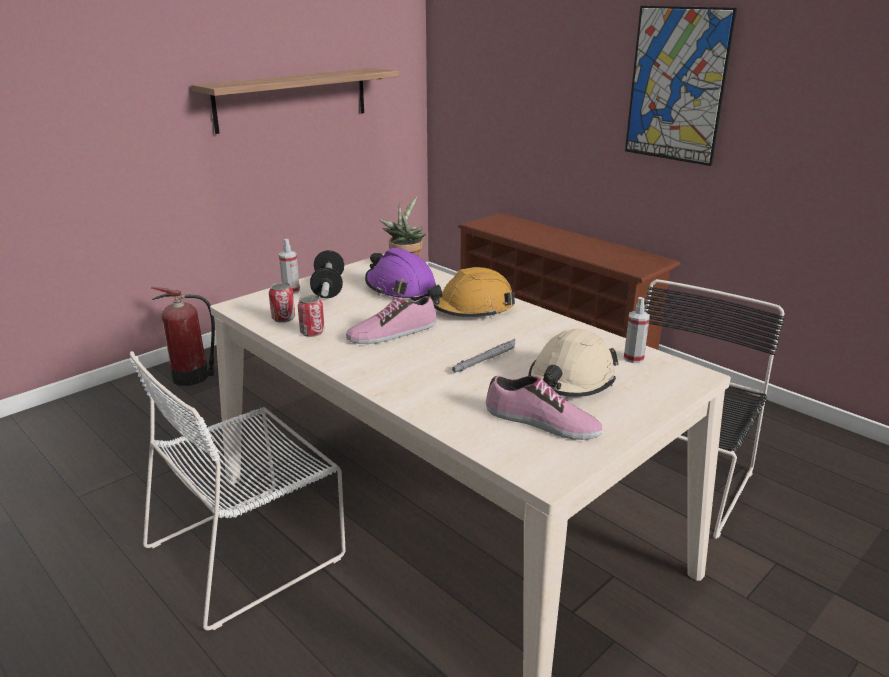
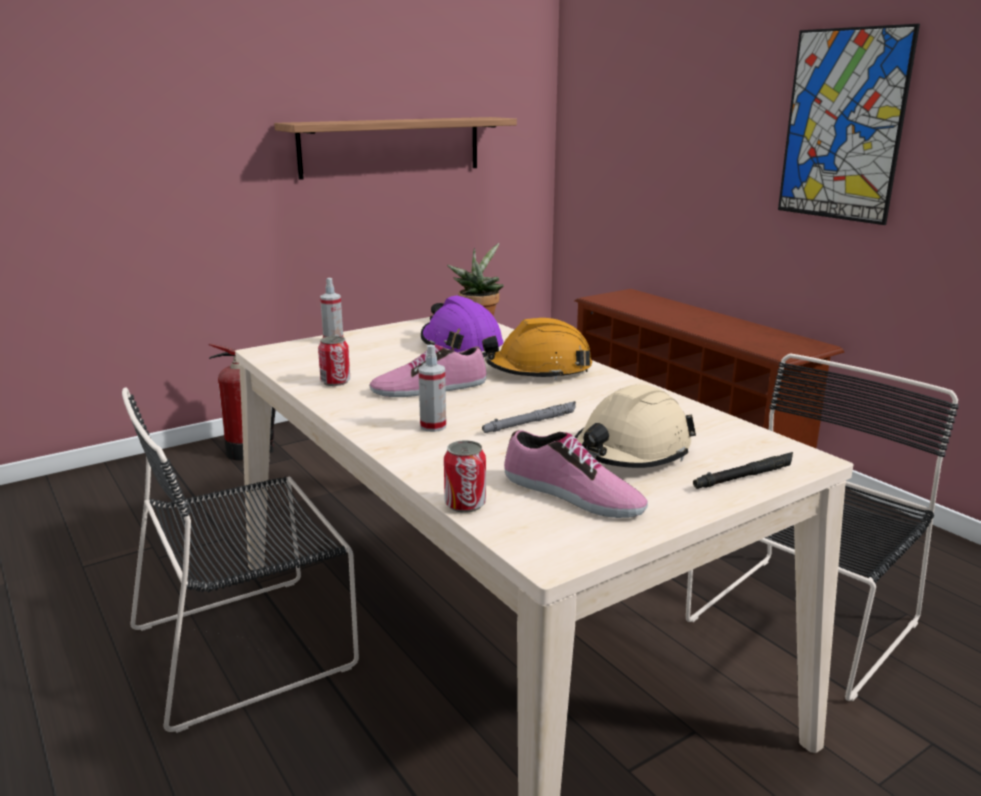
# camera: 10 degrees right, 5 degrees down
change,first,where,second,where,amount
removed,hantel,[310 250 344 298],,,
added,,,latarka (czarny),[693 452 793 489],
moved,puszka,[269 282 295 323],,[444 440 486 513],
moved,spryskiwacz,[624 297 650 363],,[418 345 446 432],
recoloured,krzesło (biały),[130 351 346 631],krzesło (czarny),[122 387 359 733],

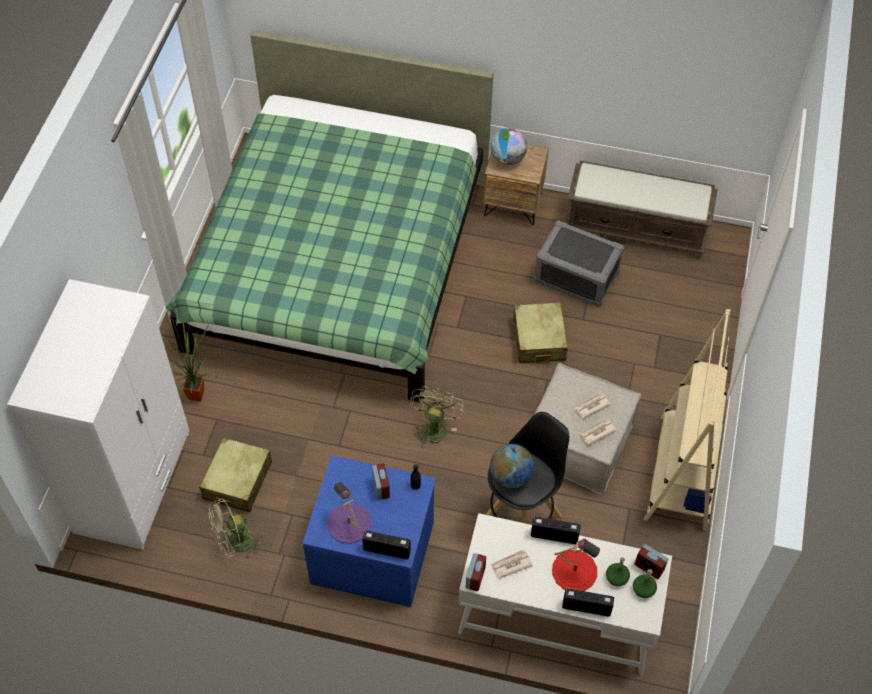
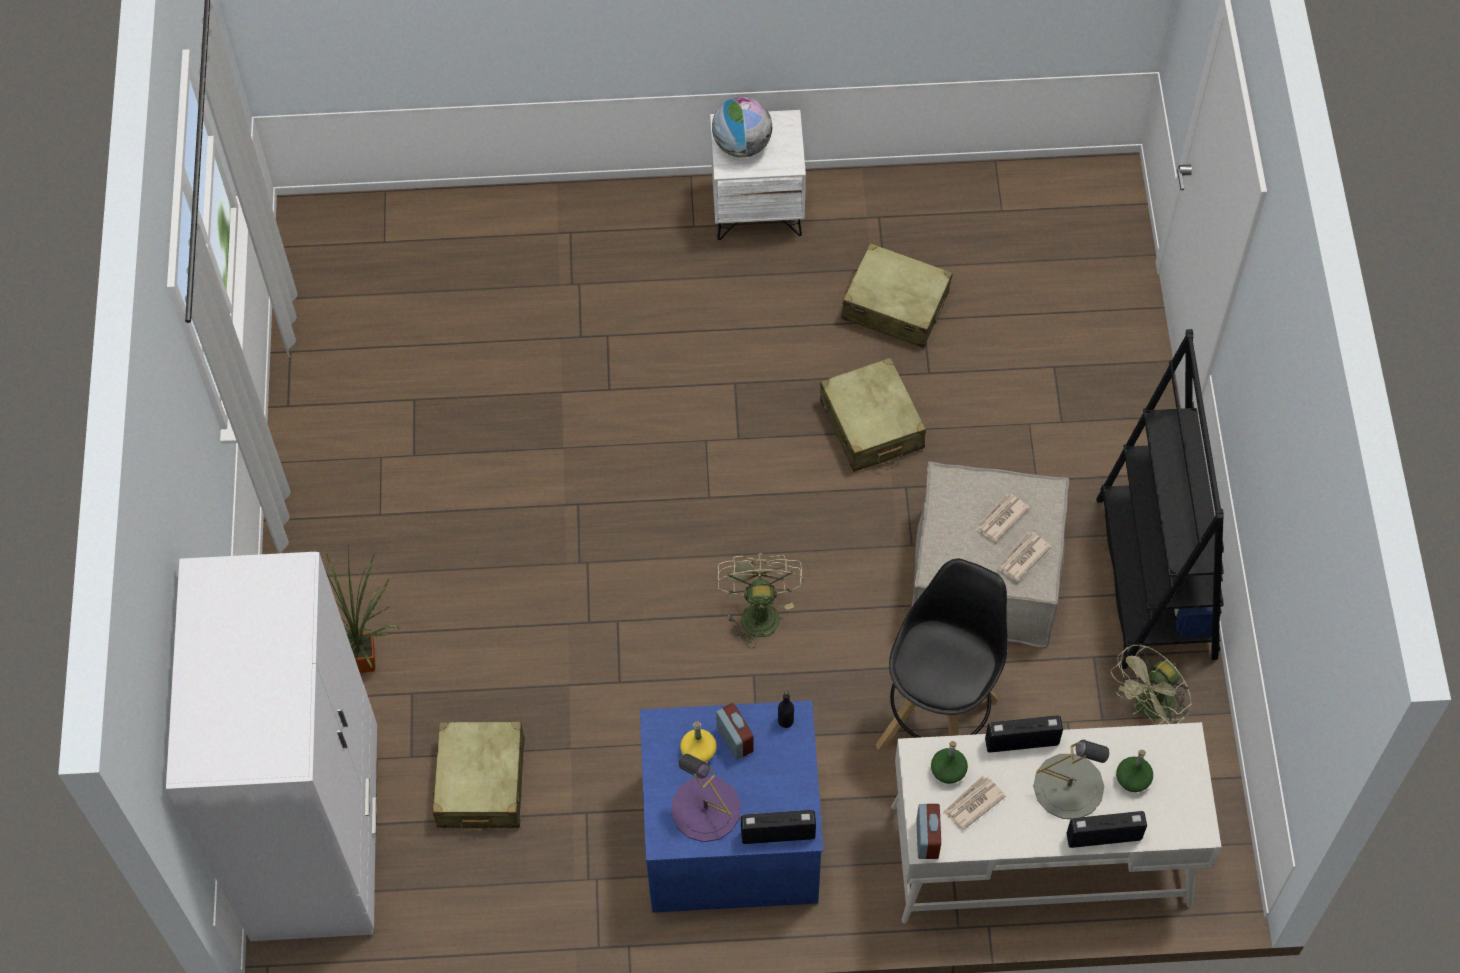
# camera: 15 degrees left, 5 degrees up
change,first,where,second,where,amount
removed,łóżko (zielony),[165 30 493 402],,,
removed,globus,[490 444 534 488],,,
removed,ławka (brązowy),[565 160 718 258],,,
removed,budzik,[635 544 668 579],,,
added,,,butelka (żółty),[680 721 716 762],
moved,wentylator (zielony),[209 499 263 560],,[1111 644 1192 725],
moved,butelka (zielony),[633 569 657 598],,[931 741 968 784],
replaced,pojemnik do przechowywania (szary),[534 220 624 307],walizka (beżowy),[841 243 953 348],
recoloured,szafka nocna (brązowy),[483 144 549 225],szafka nocna (biały),[710 110 806 240],
recoloured,lampa stołowa (czerwony),[552 539 600 591],lampa stołowa (szary),[1033 739 1109 819],
recoloured,regał (beżowy),[644 309 730 531],regał (czarny),[1096 329 1224 669],

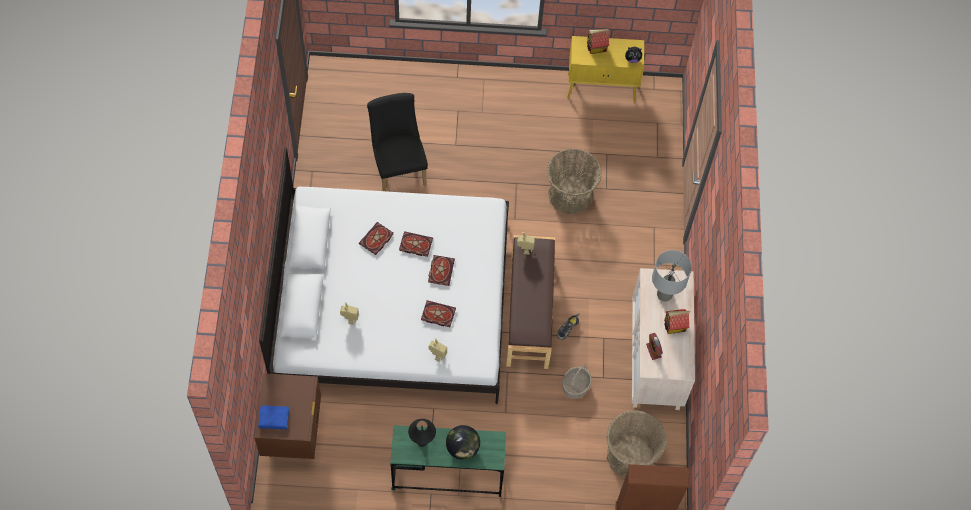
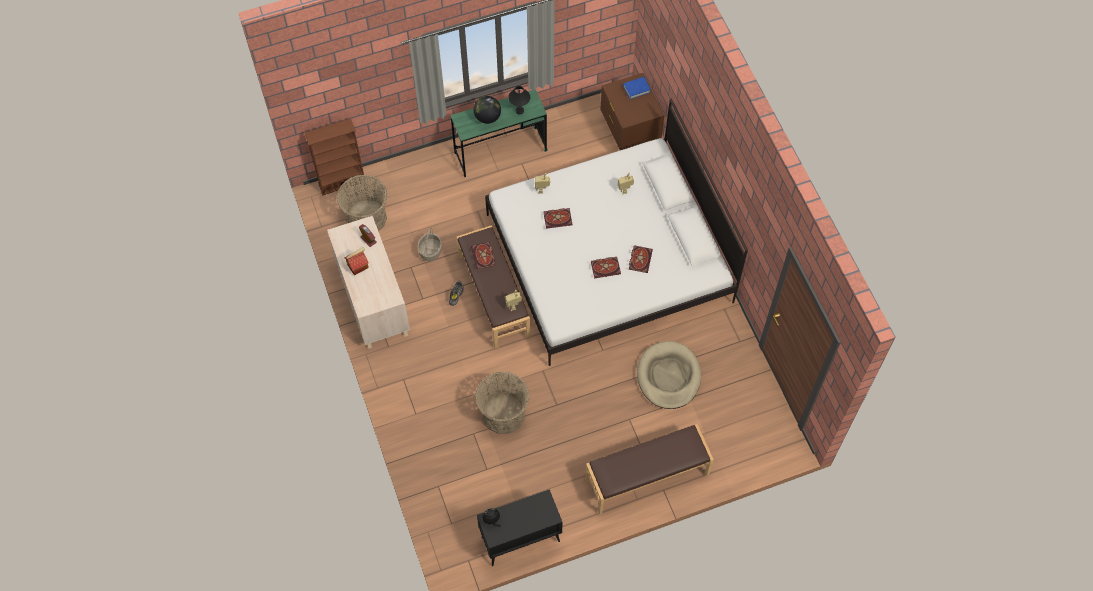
# camera: 160 degrees right, 0 degrees up
change,first,where,second,where,amount
removed,domek,[587 29 609 54],,,
removed,lampa stołowa (szary),[652 250 692 302],,,
added,,,ławka (brązowy),[585 424 714 514],
moved,książka,[428 255 455 286],,[471 242 495 269],
replaced,krzesło (czarny),[367 93 428 191],legowisko (beżowy),[637 341 701 409],
recoloured,szafka (żółty),[567 36 644 102],szafka (czarny),[477 489 563 566],

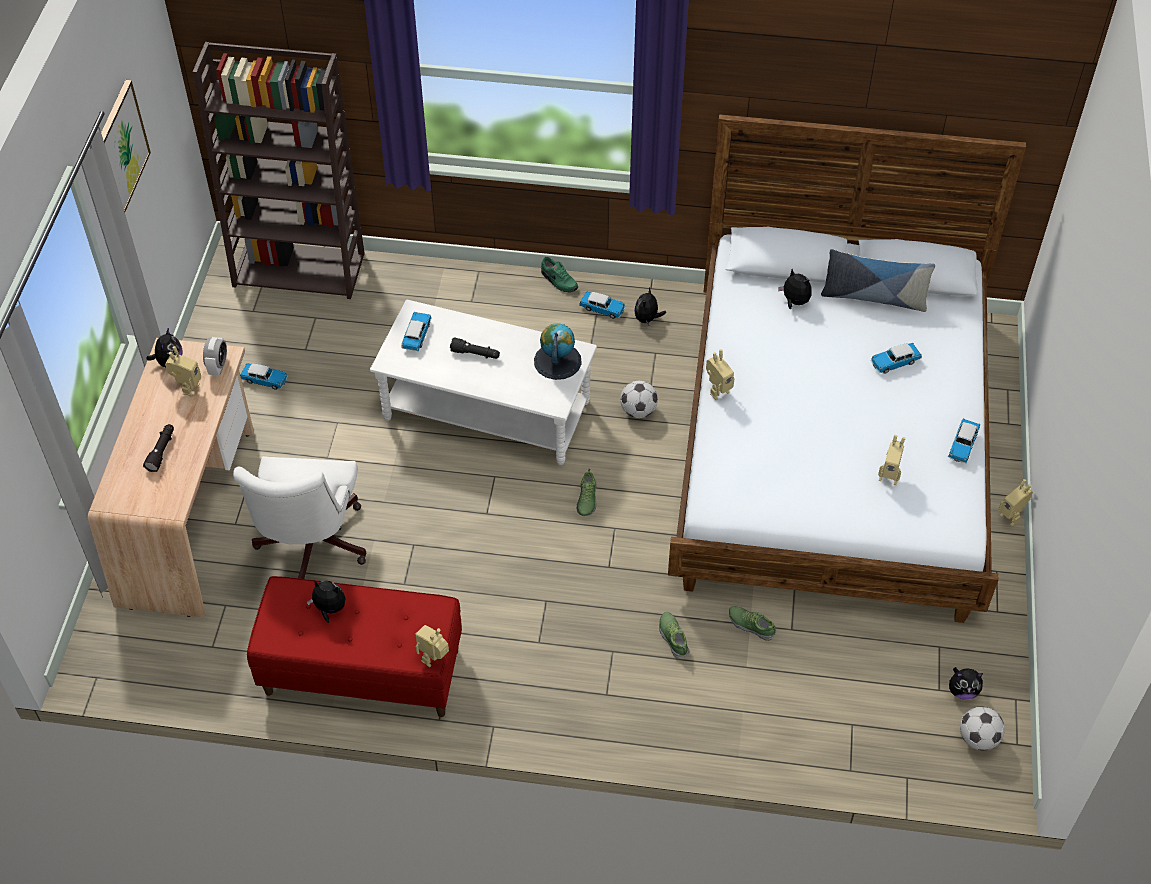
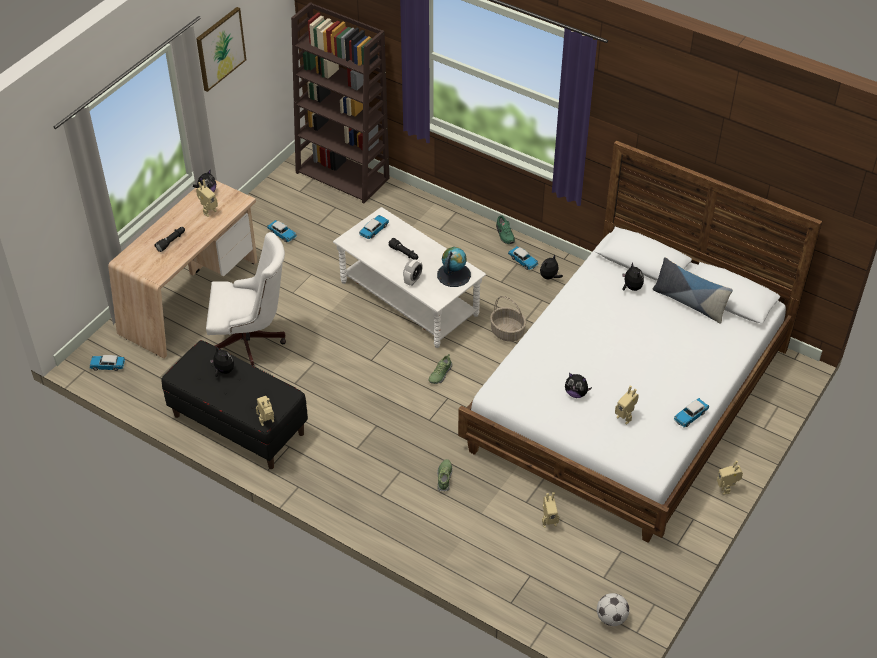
# camera: 25 degrees right, 5 degrees down
change,first,where,second,where,amount
removed,but,[729 606 776 641],,,
moved,budzik,[203 337 227 376],,[403 259 423 286],
moved,robot zabawkowy,[706 349 734 400],,[542 492 559 528],
moved,samochodzik,[871 343 922 374],,[90 355 125 371],
moved,pluszak,[949 667 983 700],,[565 373 592 398],
replaced,piłka futbolowa,[620 381 658 418],koszyk,[490 296 526 342],
recoloured,ławka (czerwony),[247 576 462 717],ławka (czarny),[162 340 308 469],
turned,krzesło biurowe (biały),[233 456 367 579],,[206 232 286 366],120 degrees counterclockwise

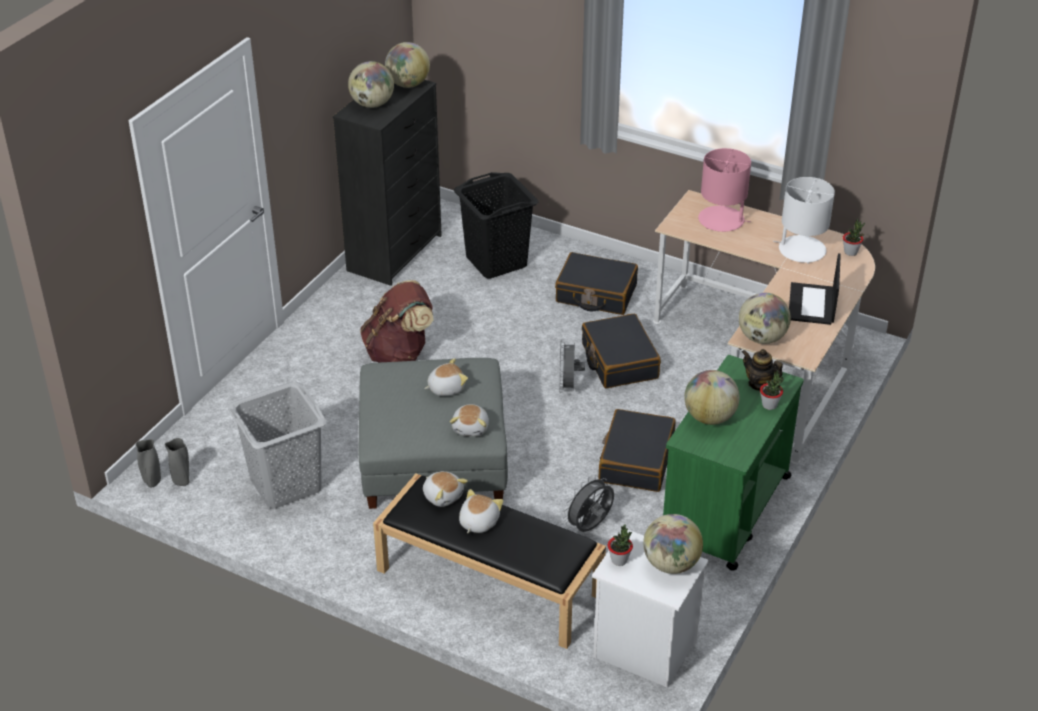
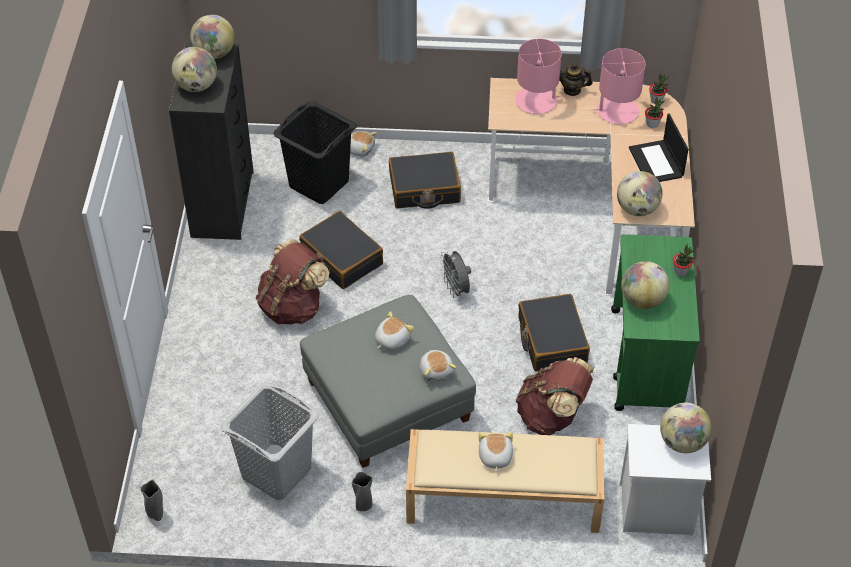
# camera: 25 degrees left, 10 degrees up
change,first,where,second,where,amount
moved,wazon (szary),[164 438 190 486],,[352 472 373 511],
moved,pluszak,[423 471 468 507],,[350 131 377 157],
moved,walizka (czarny),[582 313 661 388],,[299 211 383 289],
moved,roślina doniczkowa,[608 524 633 566],,[645 97 665 128],
moved,imbryk,[742 349 783 391],,[559 63 592 96],
replaced,wentylator (szary),[563 475 614 532],plecak (brązowy),[516 357 594 435],
recoloured,ławka (czarny),[373 474 606 649],ławka (beżowy),[406 429 604 533],
recoloured,lampa stołowa (biały),[773 177 835 264],lampa stołowa (różowy),[593 48 646 124],

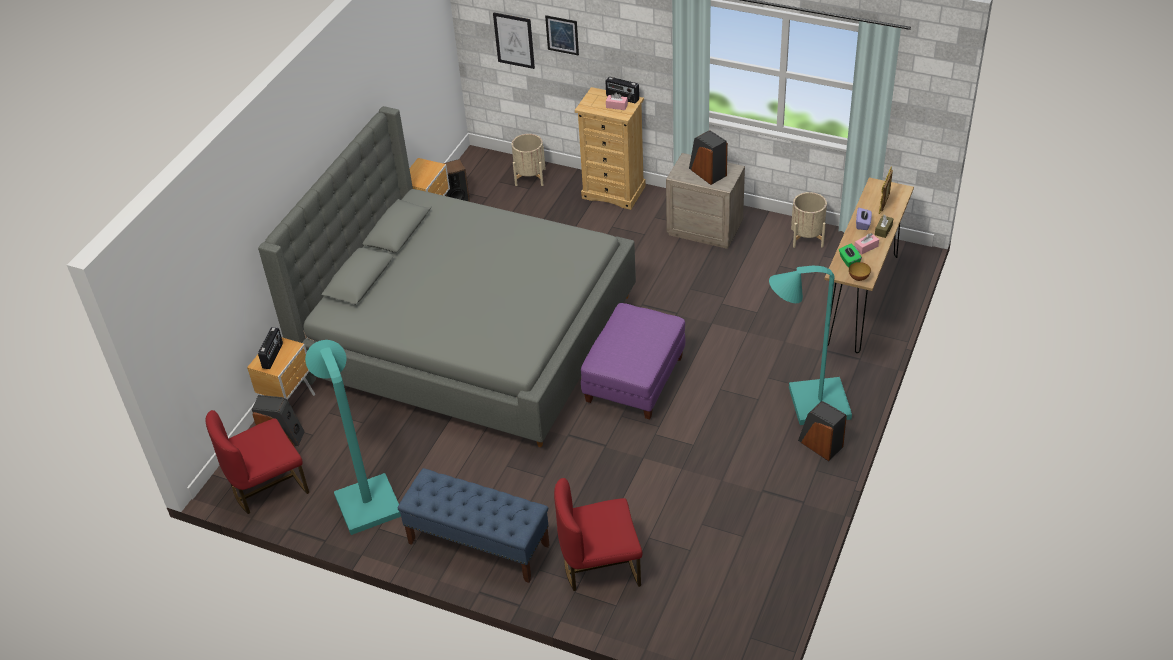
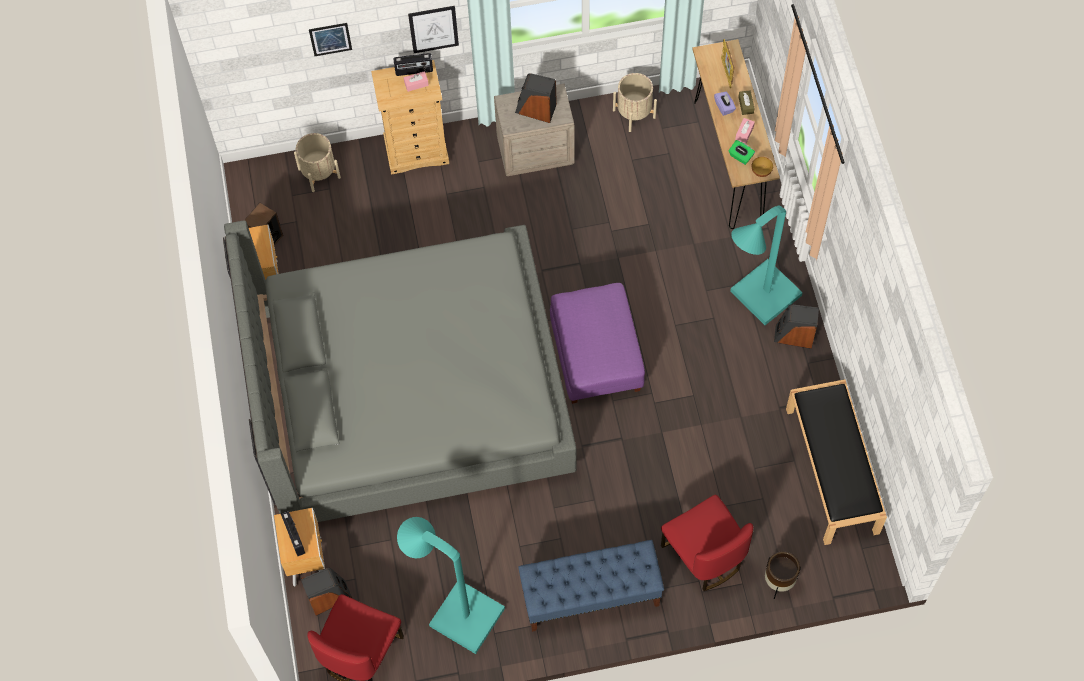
# camera: 35 degrees left, 20 degrees up
change,first,where,second,where,amount
added,,,donica (brązowy),[765 551 801 599],
added,,,ławka (czarny),[786 379 887 545],
moved,obraz,[493 12 535 69],,[408 6 459 53],
turned,krzesło (czerwony),[554 478 642 591],,[661 495 753 591],75 degrees counterclockwise

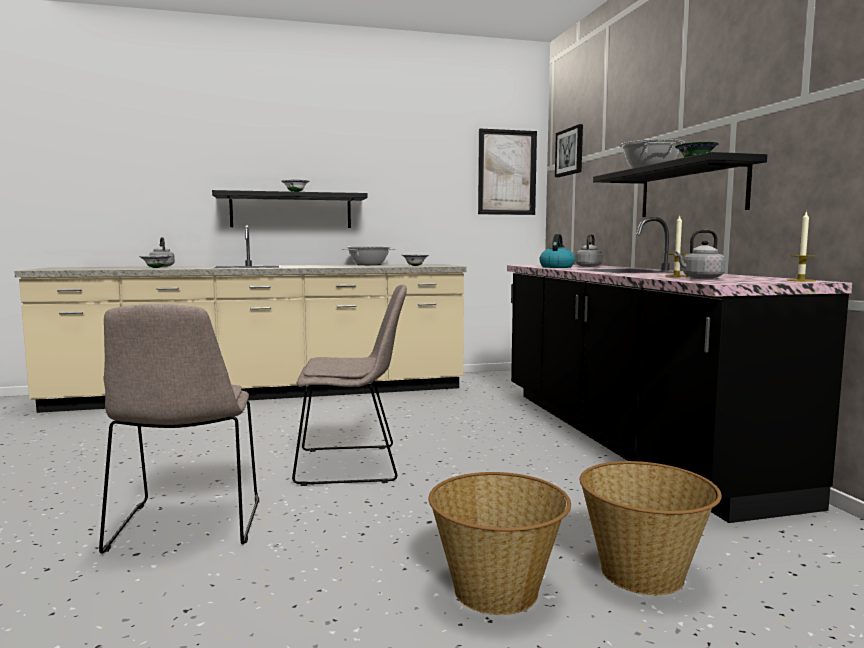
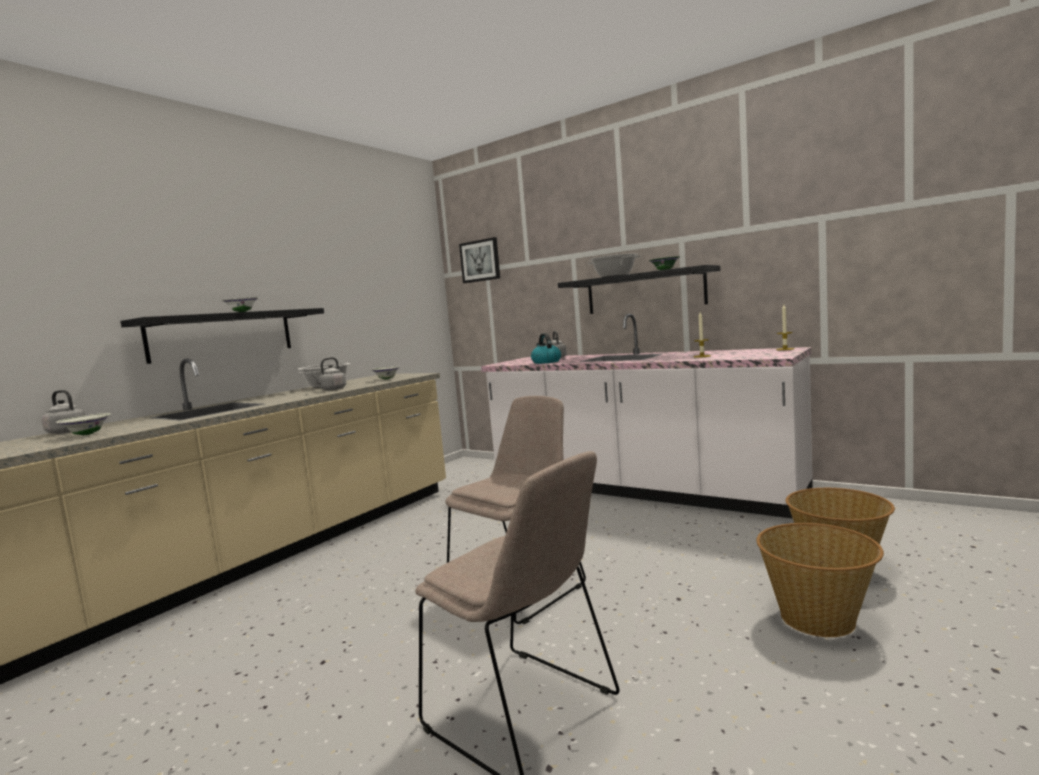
# camera: 40 degrees left, 0 degrees up
change,first,where,second,where,amount
removed,obraz,[478 128 537 215],,,
moved,czajnik (szary),[674 230 725 279],,[312 357 346 390],
recoloured,zabudowa kuchenna (czarny),[507 217 852 523],zabudowa kuchenna (biały),[481 313 813 518],

